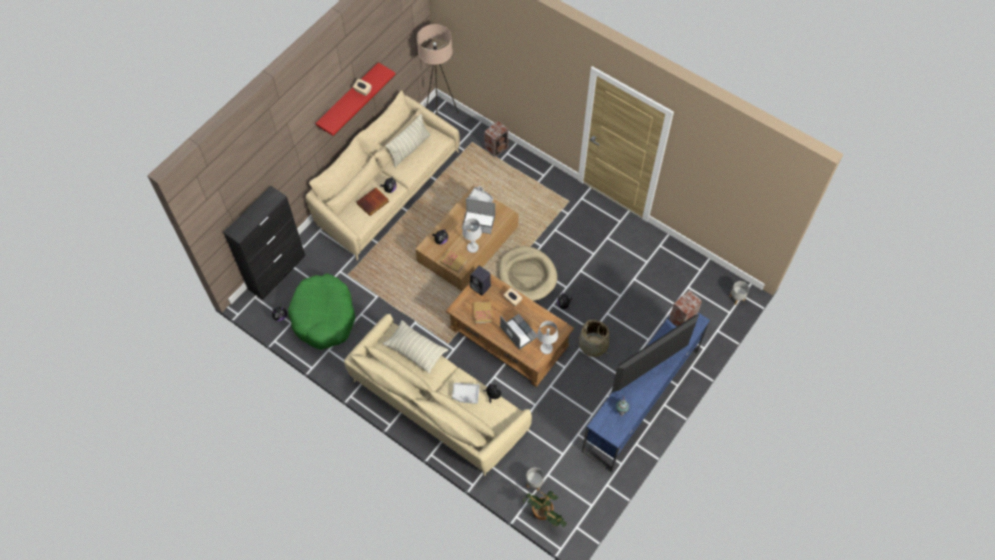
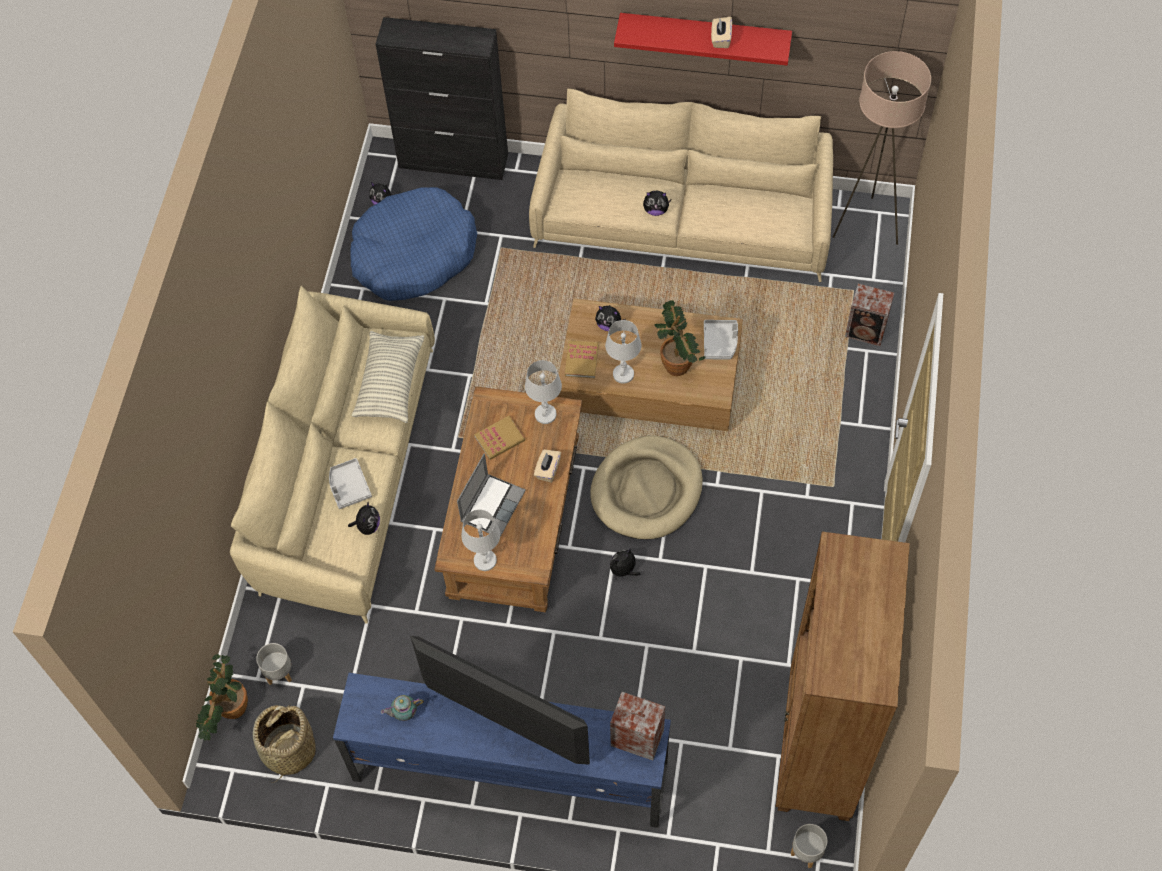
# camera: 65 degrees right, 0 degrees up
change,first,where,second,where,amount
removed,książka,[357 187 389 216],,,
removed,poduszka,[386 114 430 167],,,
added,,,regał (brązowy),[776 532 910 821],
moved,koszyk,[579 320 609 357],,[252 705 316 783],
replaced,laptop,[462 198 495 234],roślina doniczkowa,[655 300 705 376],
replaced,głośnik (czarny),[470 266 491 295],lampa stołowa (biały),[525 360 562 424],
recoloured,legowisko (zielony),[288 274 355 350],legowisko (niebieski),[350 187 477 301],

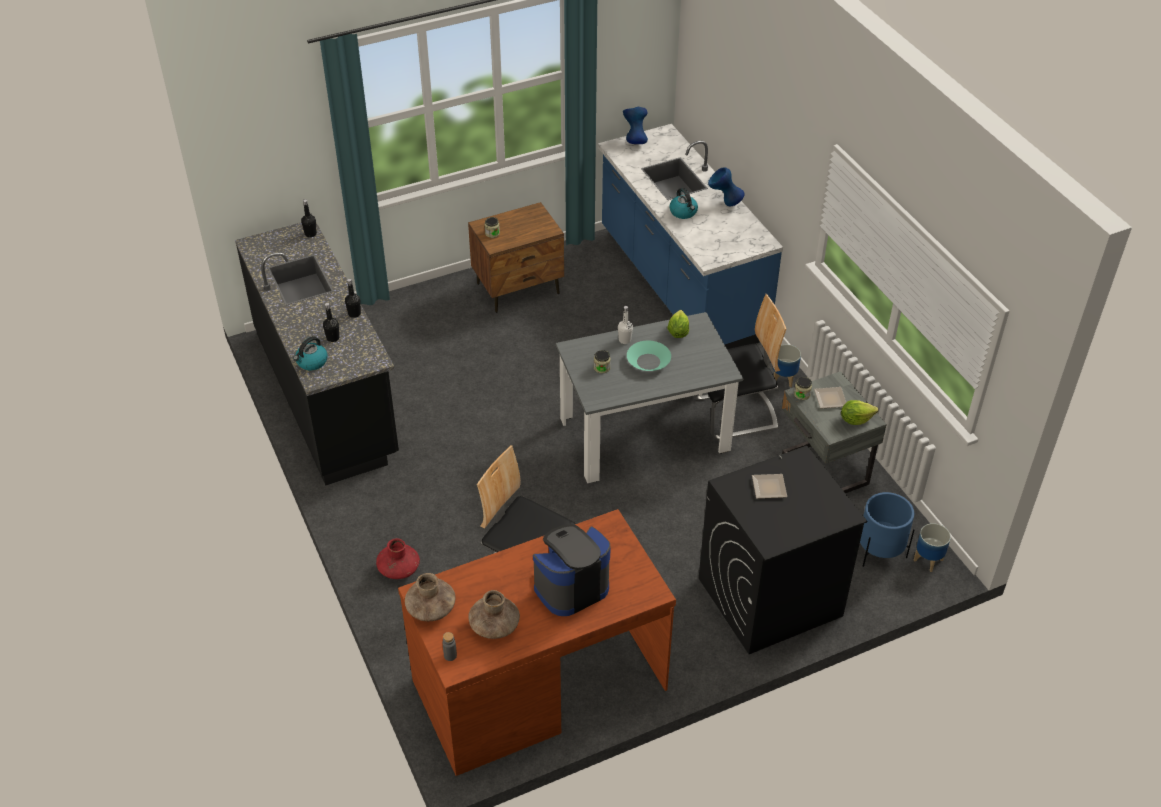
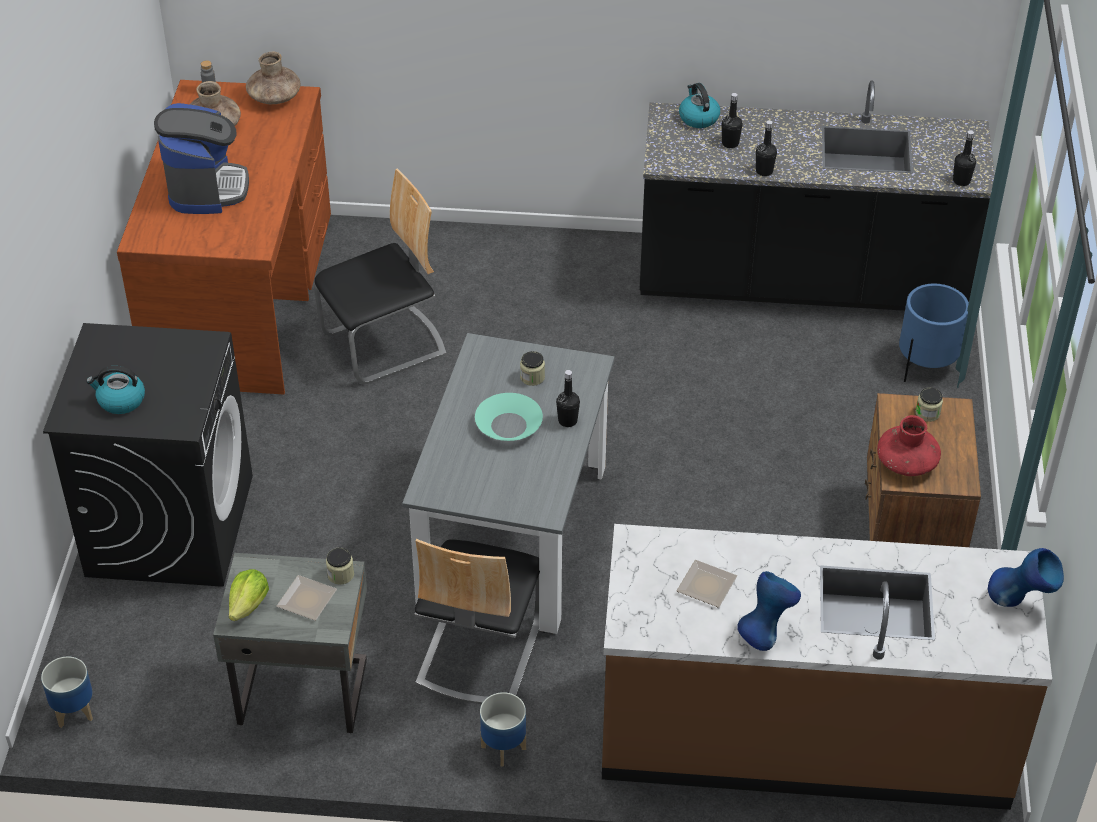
# camera: 120 degrees right, 0 degrees up
change,first,where,second,where,amount
removed,sałata,[668 310 689 338],,,
moved,wazon (czerwony),[376 538 420 579],,[877 415 941 476],
moved,czajnik,[669 188 698 219],,[86 366 145 414],
moved,talerz,[752 474 787 499],,[676 560 737 608],
moved,donica (niebieski),[860 492 915 567],,[899 283 969 382],
recoloured,zabudowa kuchenna (niebieski),[598 124 783 349],zabudowa kuchenna (brązowy),[602 524 1052 810],
recoloured,butelka (biały),[618 306 633 344],butelka (czarny),[556 370 580 427],

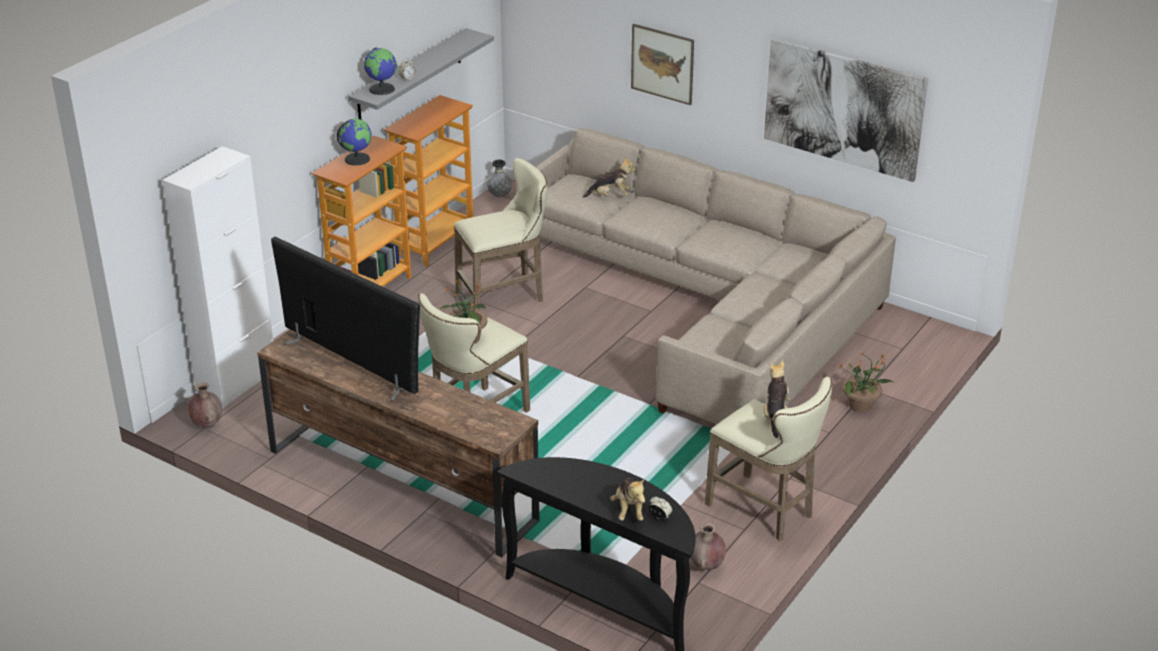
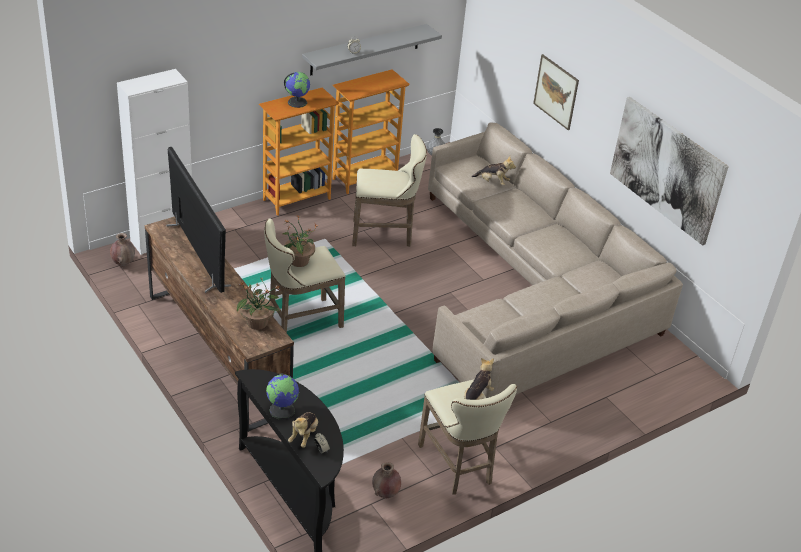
# camera: 20 degrees right, 5 degrees up
change,first,where,second,where,amount
moved,globus,[364 47 397 95],,[266 373 299 420],
moved,roślina doniczkowa,[838 351 894 413],,[237 279 280 330],

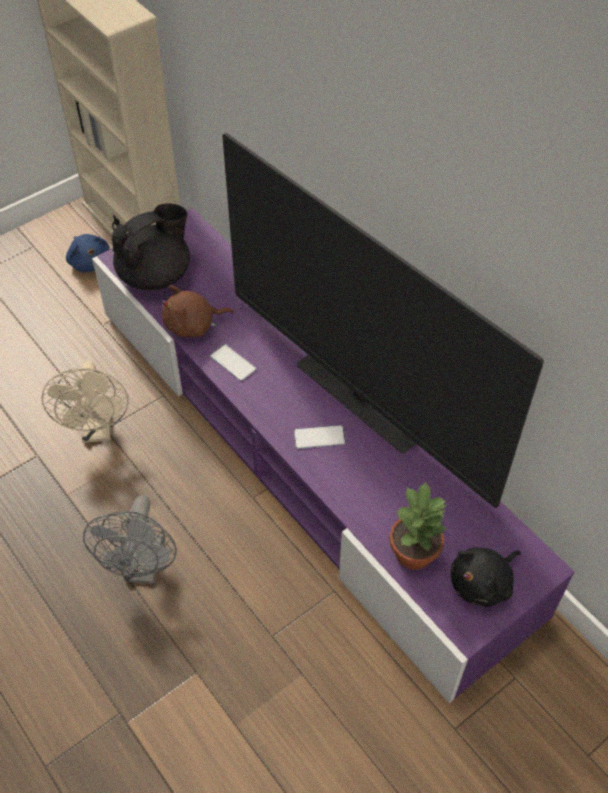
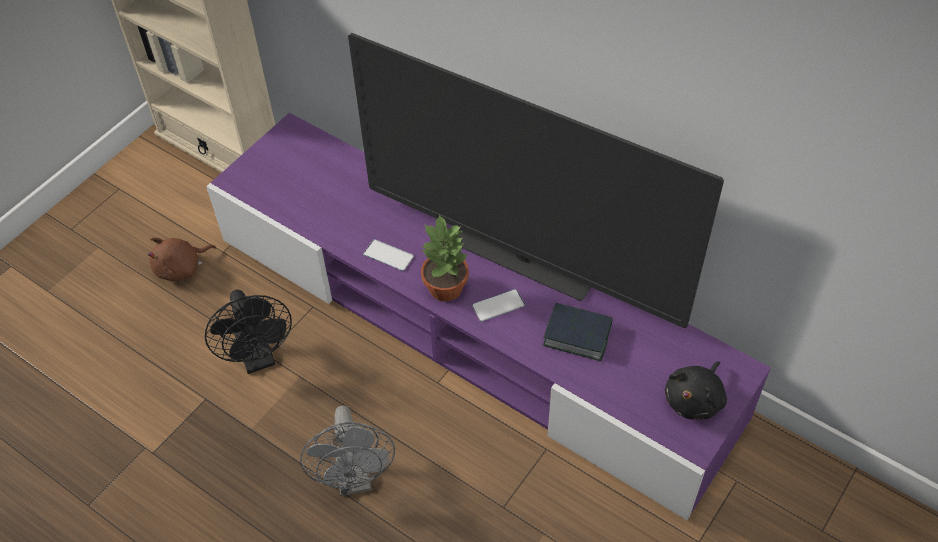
# camera: 15 degrees left, 0 degrees up
change,first,where,second,where,amount
removed,pluszak (niebieski),[66 234 110 273],,,
removed,imbryk (czarny),[112 203 190 290],,,
added,,,książka,[543 303 613 361],
moved,pluszak (brązowy),[162 285 234 338],,[148 237 216 281],
moved,roślina doniczkowa,[389 481 447 570],,[421 214 469 301],
recoloured,wentylator (beżowy),[41 361 129 443],wentylator (czarny),[205 289 292 374],

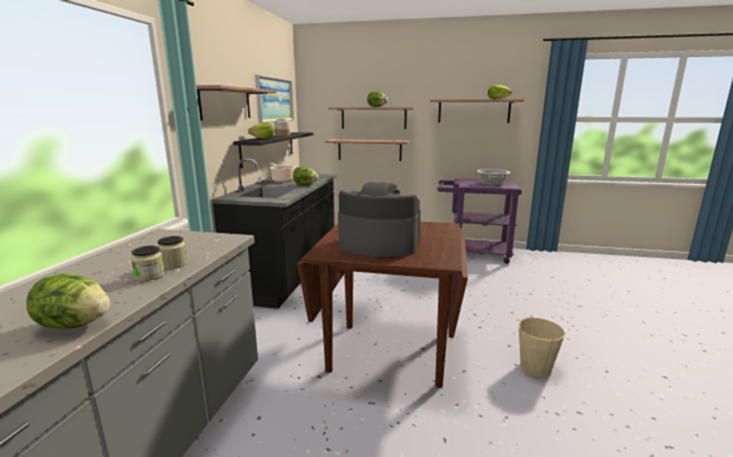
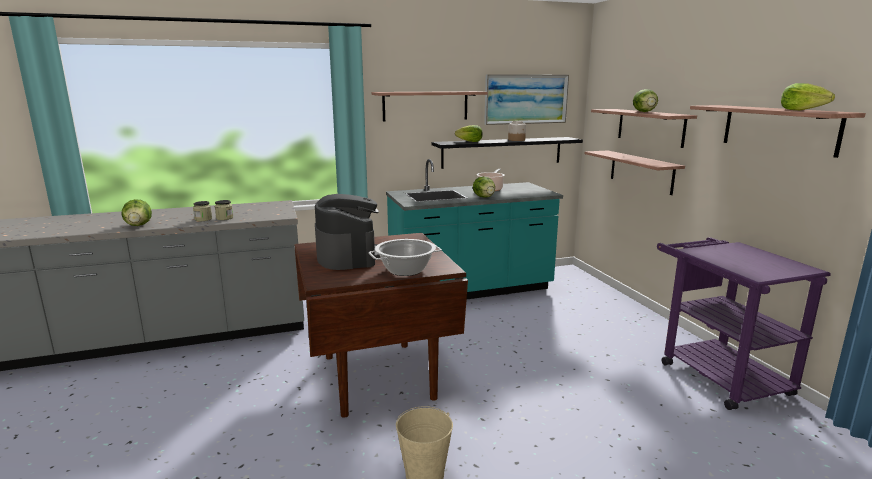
# camera: 60 degrees right, 0 degrees up
change,first,where,second,where,amount
moved,garnek,[477 169 510 186],,[369 239 442 276],
recoloured,zabudowa kuchenna (czarny),[212 158 337 309],zabudowa kuchenna (turkusowy),[386 159 563 299],

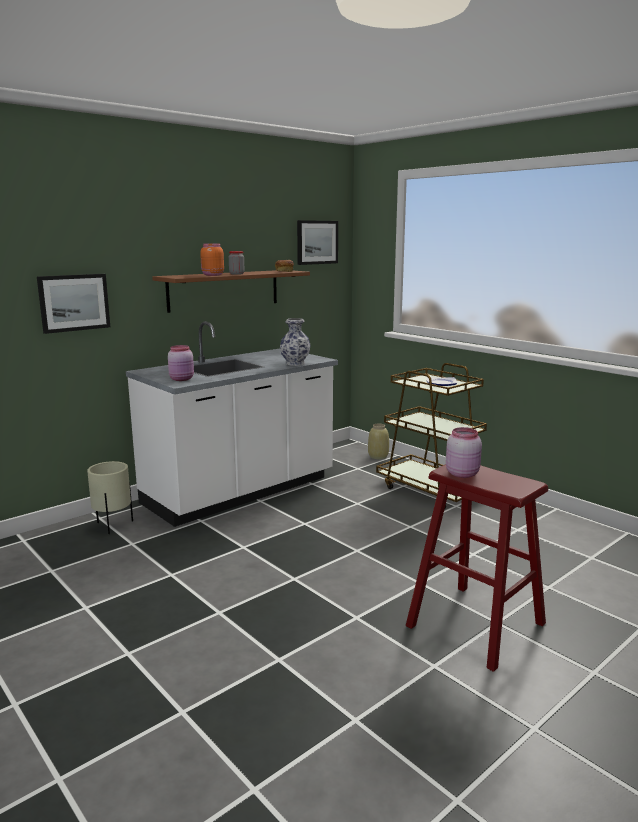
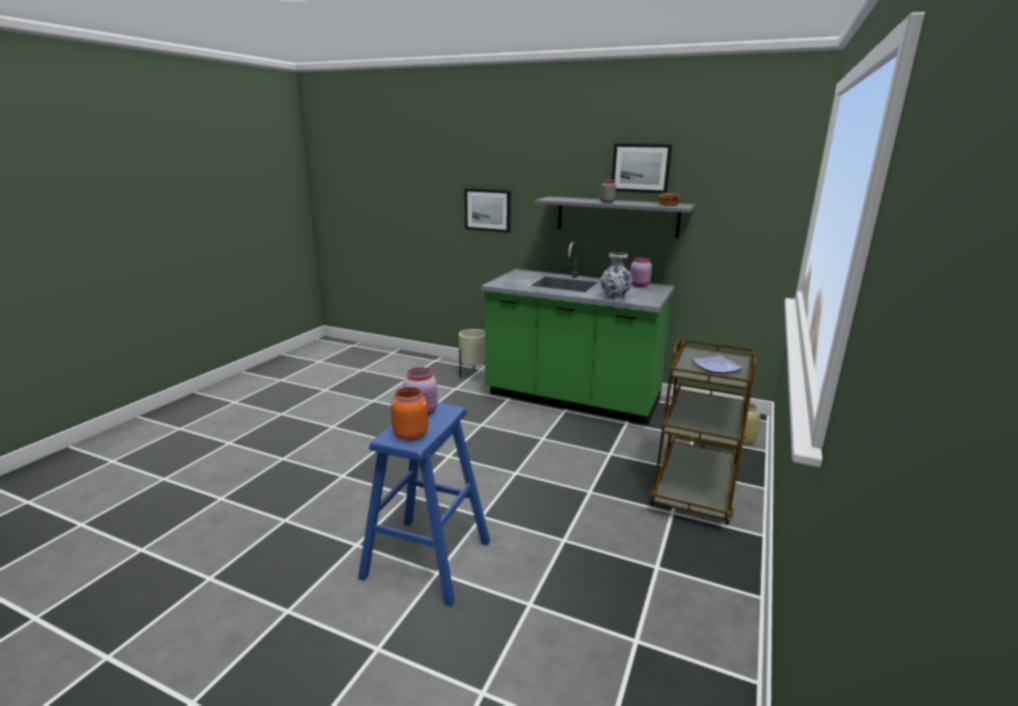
# camera: 65 degrees right, 5 degrees up
change,first,where,second,where,amount
moved,słoik (różowy),[168 345 194 381],,[630 257 652 287],
moved,słoik (pomarańczowy),[200 244 224 276],,[391 387 428 441],
moved,obraz,[297 220 338 265],,[612 144 672 193],
recoloured,zabudowa kuchenna (biały),[126 321 338 527],zabudowa kuchenna (zielony),[481 241 675 425],
recoloured,półka (brązowy),[152 270 310 313],półka (szary),[535 197 695 238],
recoloured,stołek (czerwony),[406 464 548 672],stołek (niebieski),[358 402 490 607],

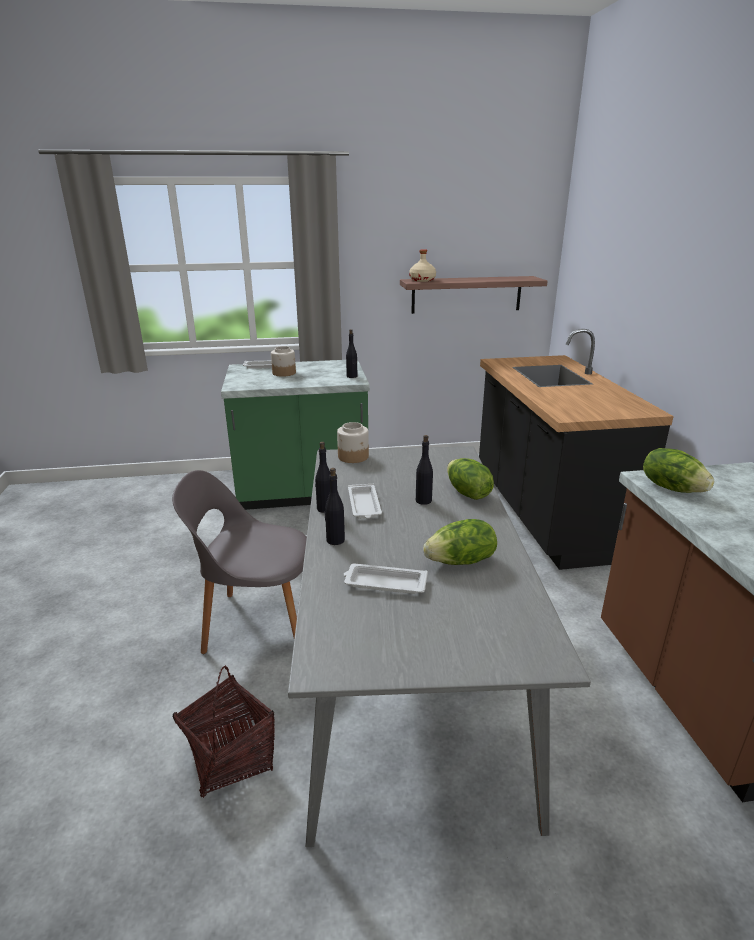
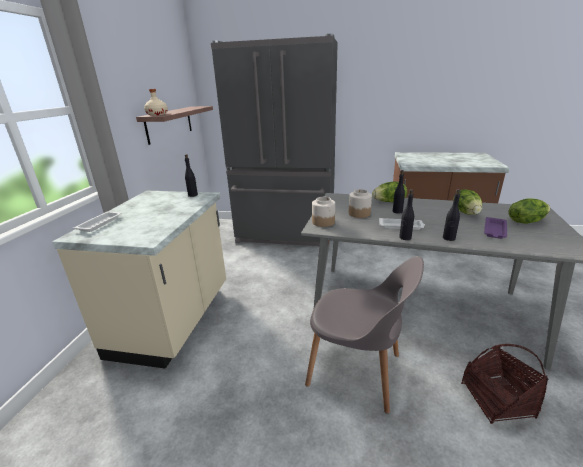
# camera: 70 degrees left, 0 degrees up
change,first,where,second,where,amount
moved,słoik,[271 346 296 377],,[349 189 372 218],
moved,sałata,[643 448 714 493],,[508 198 550 224],
replaced,zabudowa kuchenna (czarny),[479 329 674 570],lodówka (szary),[211 34 338 246],
recoloured,zabudowa kuchenna (zielony),[221 359 370 510],zabudowa kuchenna (beżowy),[53 191 226 369],
recoloured,taca (biały),[344 564 428 594],taca (fioletowy),[484 217 507 239],
turned,krzesło (szary),[172 470 307 654],,[305 256 424 414],90 degrees counterclockwise

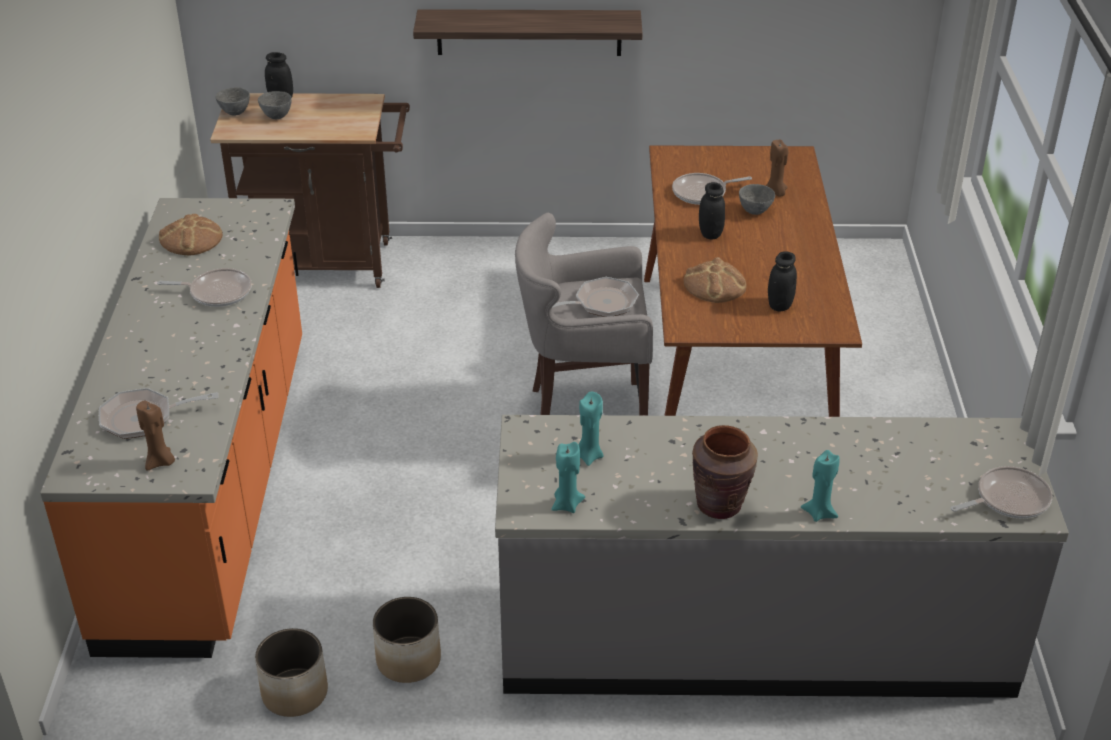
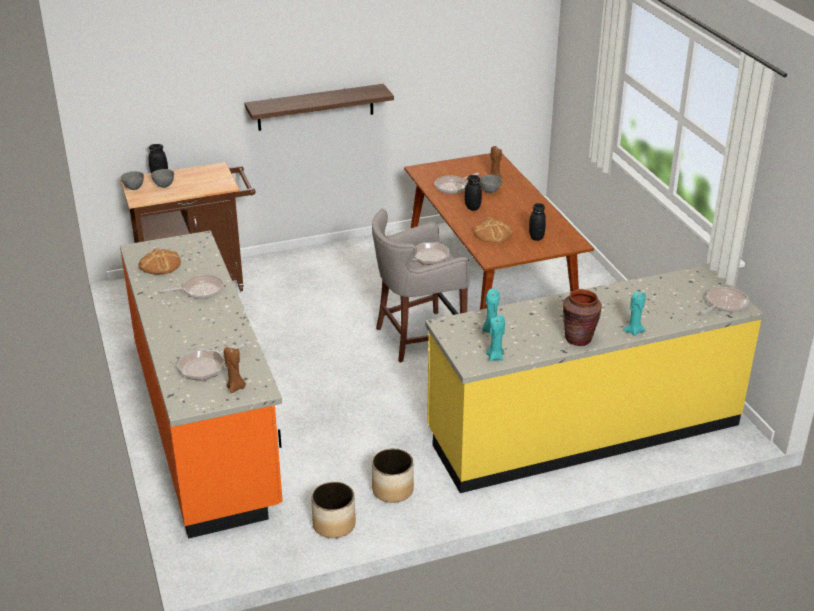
# camera: 20 degrees left, 5 degrees down
change,first,where,second,where,amount
recoloured,zabudowa kuchenna (szary),[495 415 1069 698],zabudowa kuchenna (żółty),[425 264 764 493],

